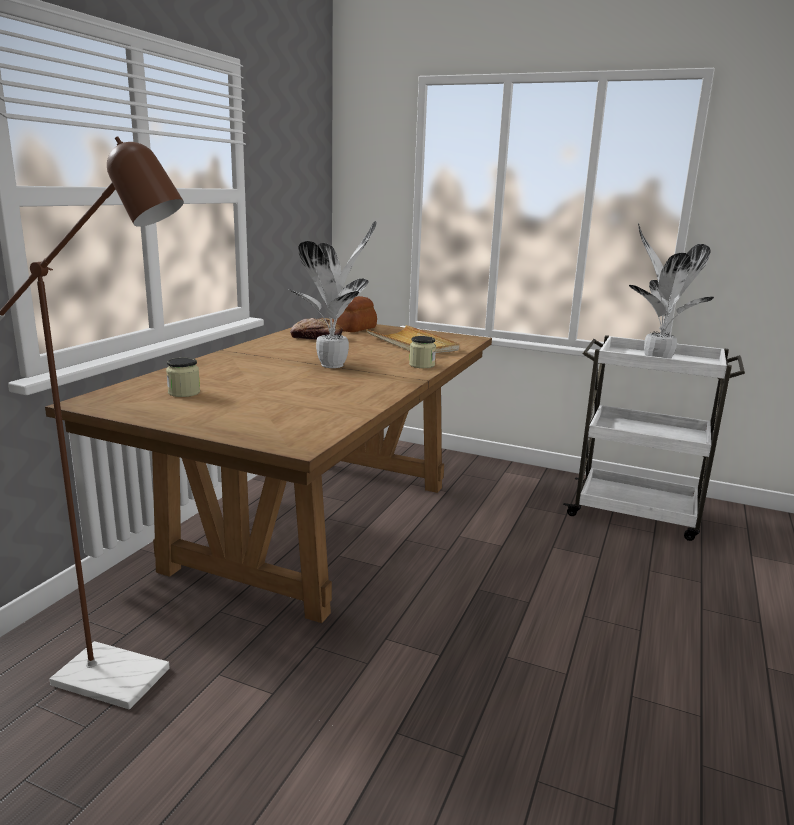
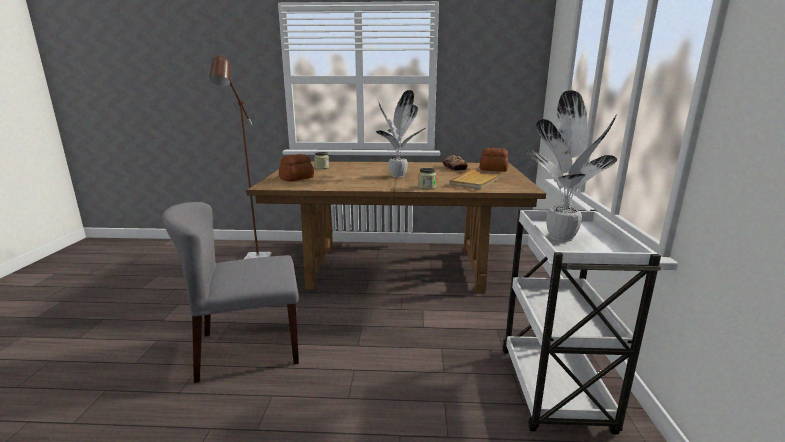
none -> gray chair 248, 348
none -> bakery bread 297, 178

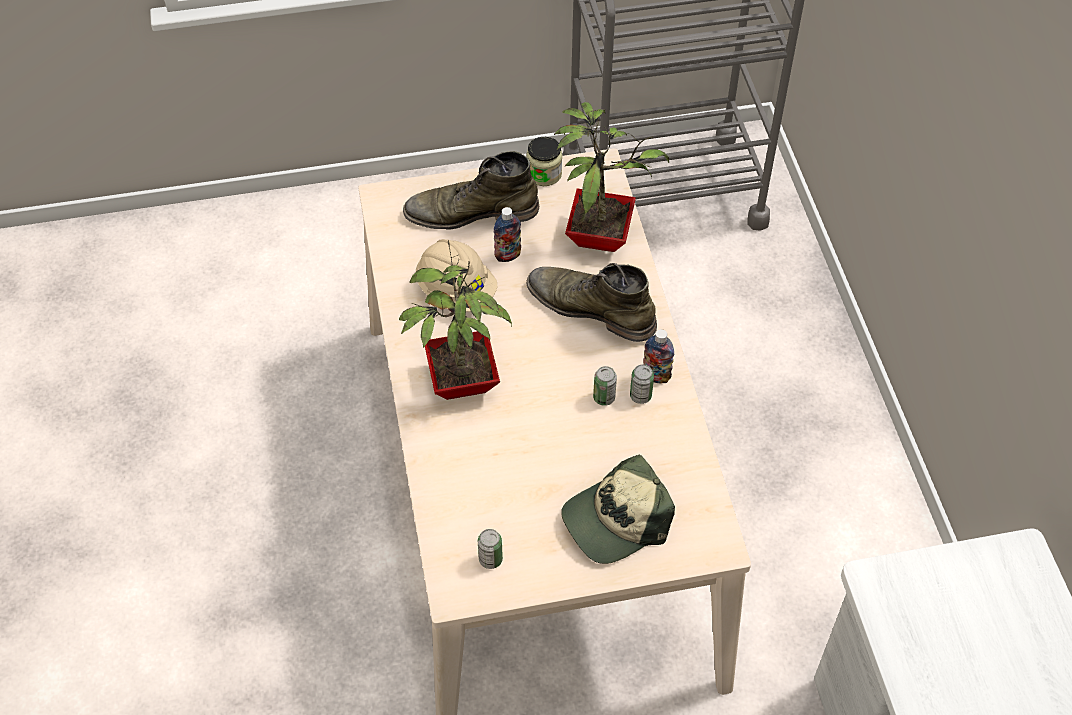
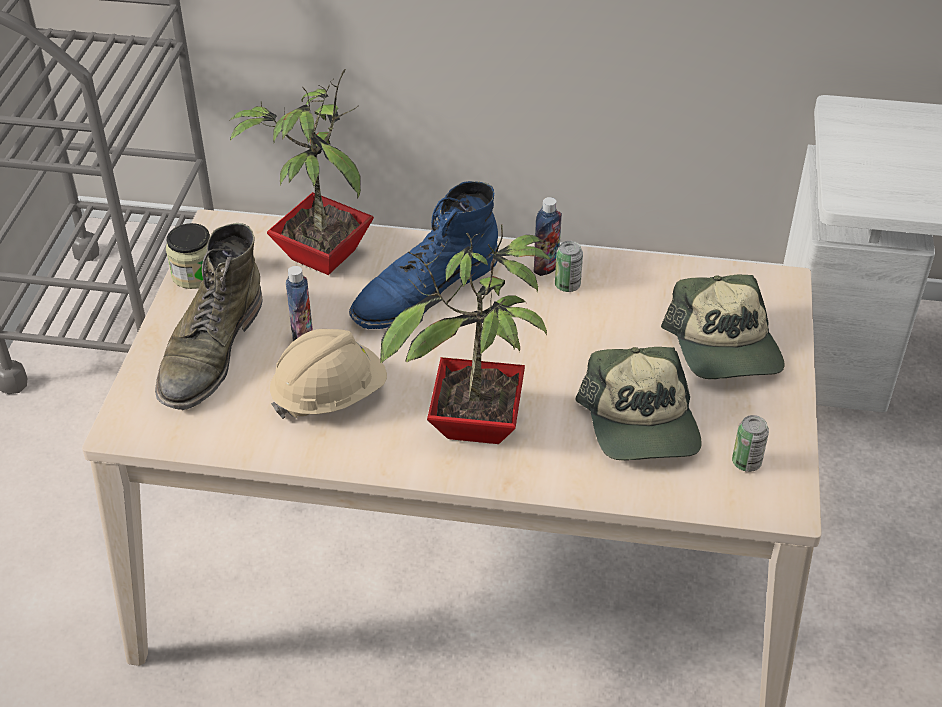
can 604, 398 -> none
none -> cap 641, 423
green-coloured boot 591, 308 -> blue boot 424, 290

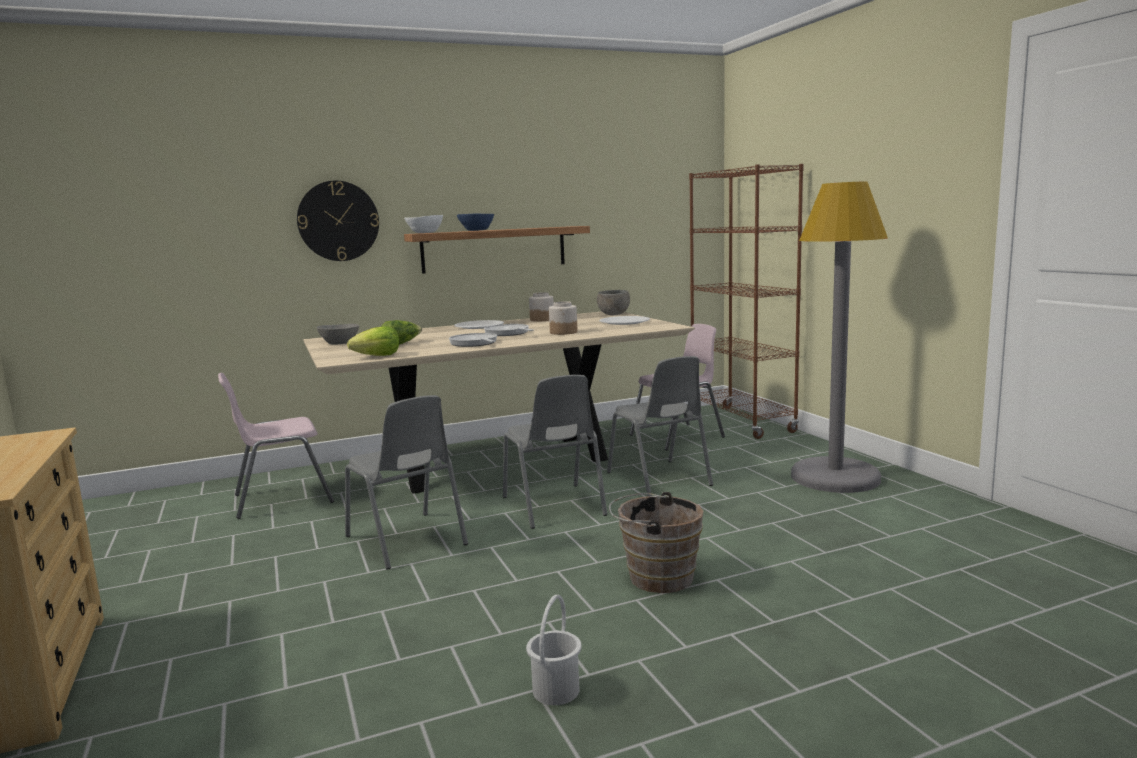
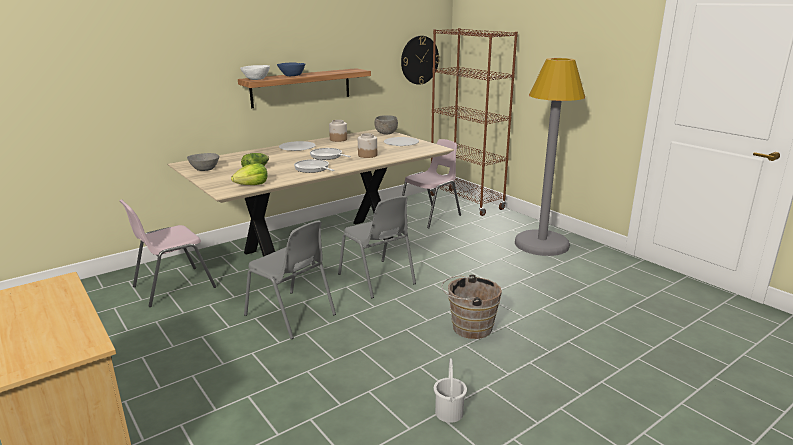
gray chair 659, 479 -> none
clock on the wall 338, 221 -> clock on the wall 419, 60, move

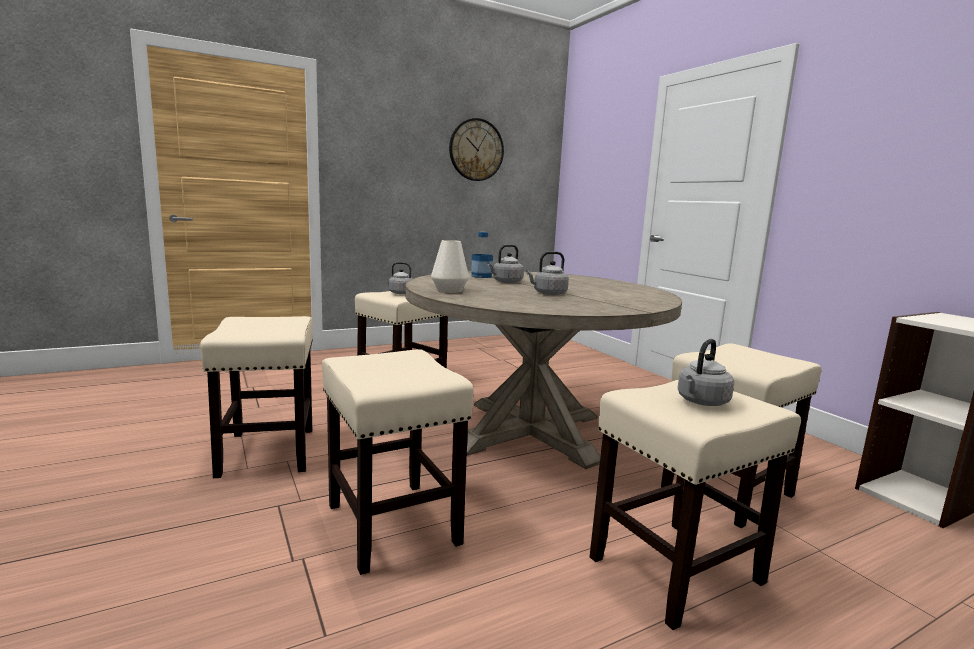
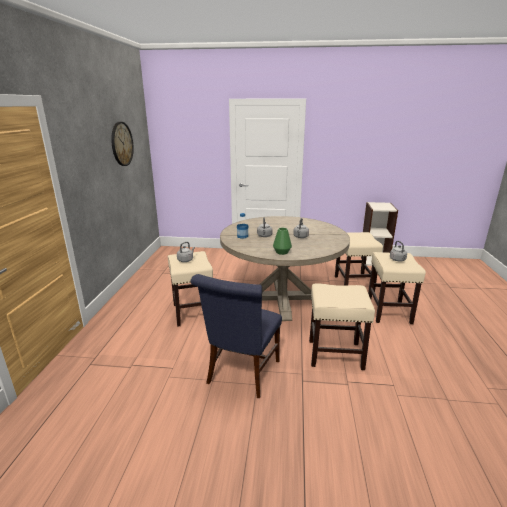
beige-coloured sitting stool 267, 451 -> blue chair 241, 374
white-coloured vase 449, 290 -> green-coloured vase 282, 252

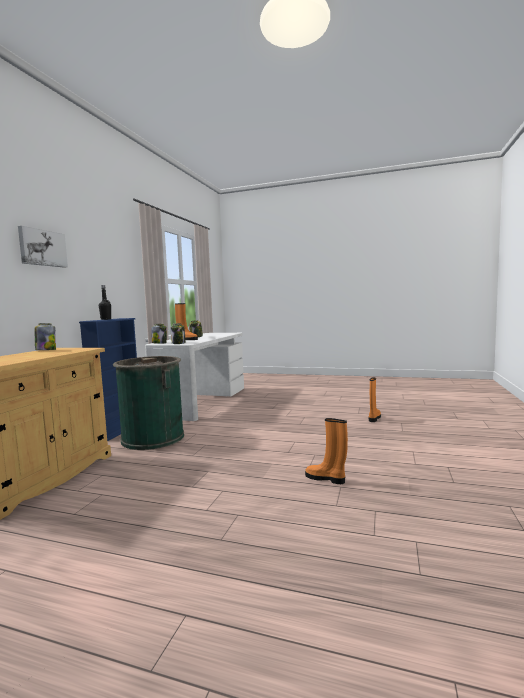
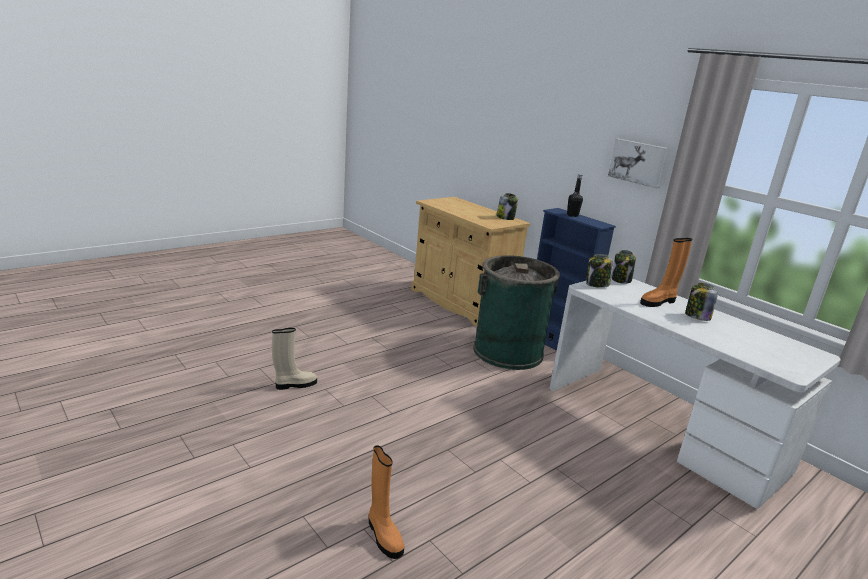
wall art 42, 248 -> wall art 638, 162, move
orangey boot 326, 478 -> beige-coloured boot 295, 384

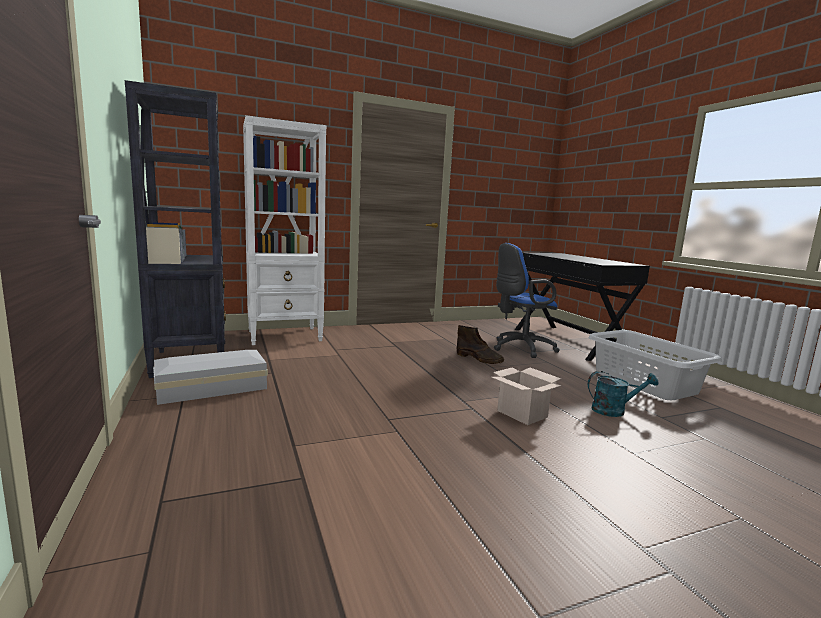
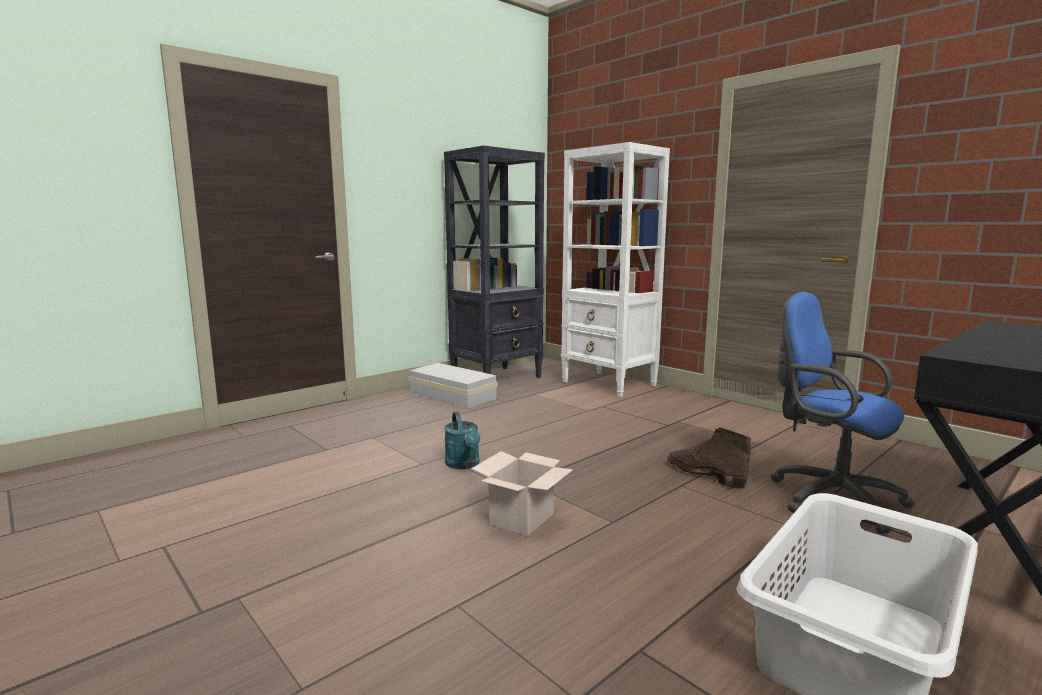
turquoise-coloured watering can 614, 410 -> turquoise-coloured watering can 464, 465, move
brown boot 479, 359 -> brown boot 704, 474, 120 degrees clockwise

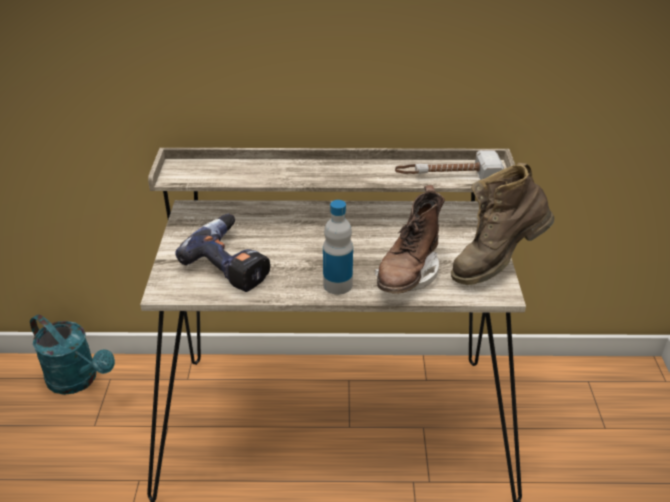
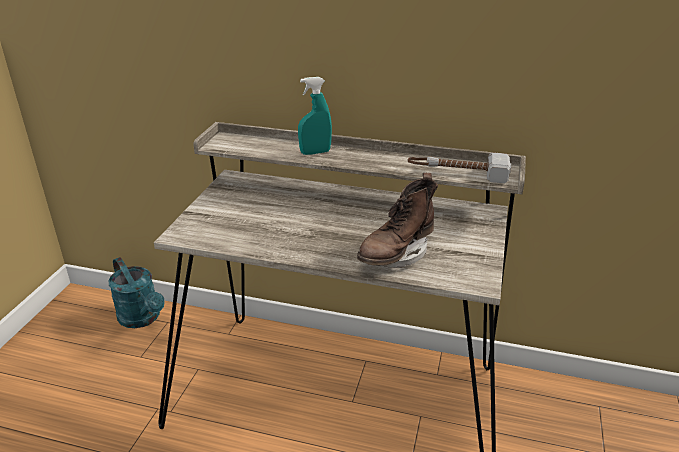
power drill 233, 262 -> none
beverage bottle 337, 285 -> none
brown boot 496, 263 -> none
none -> turquoise-coloured spray bottle 315, 152

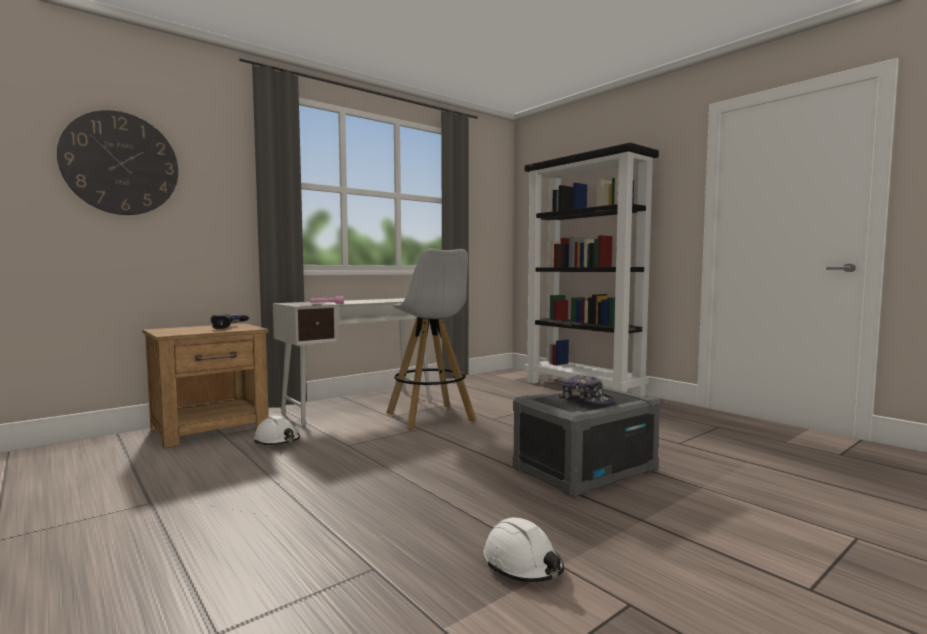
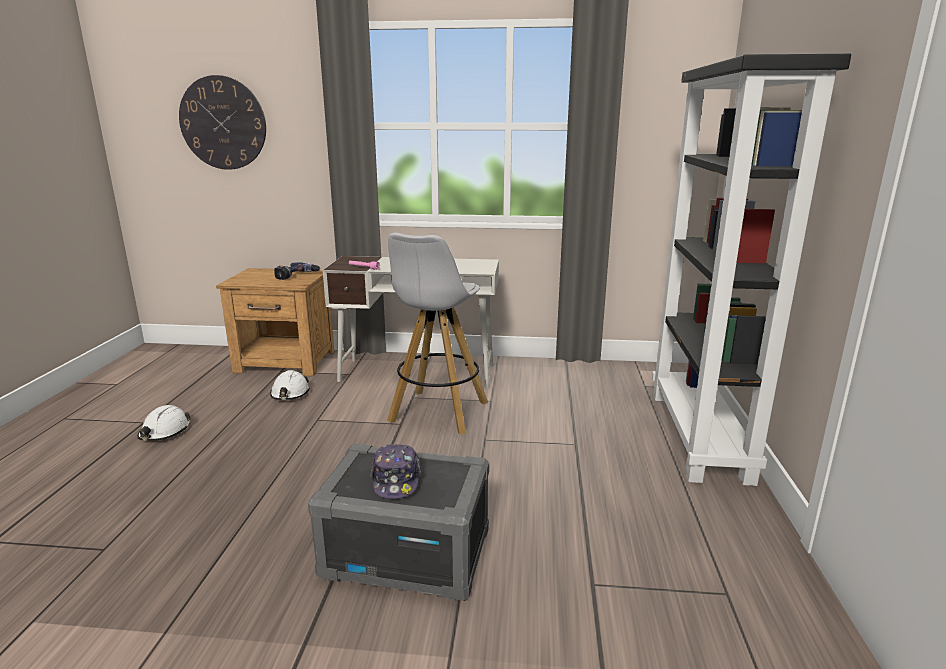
white-coloured work helmet 523, 565 -> white-coloured work helmet 164, 432, move

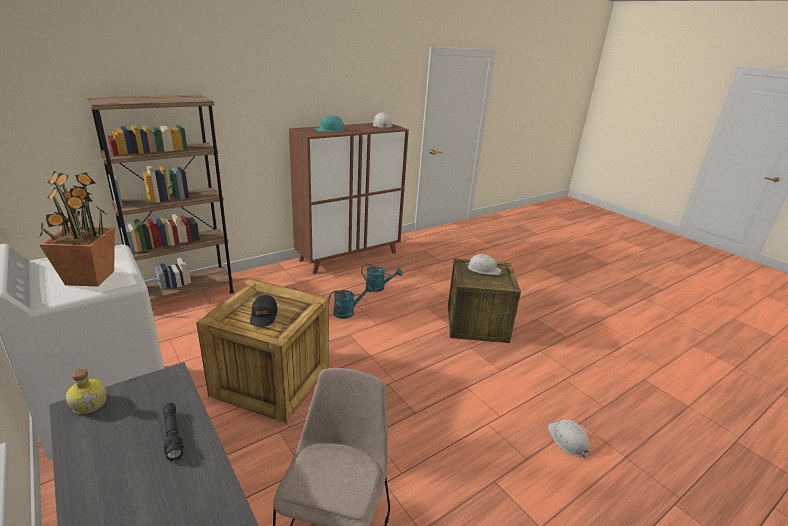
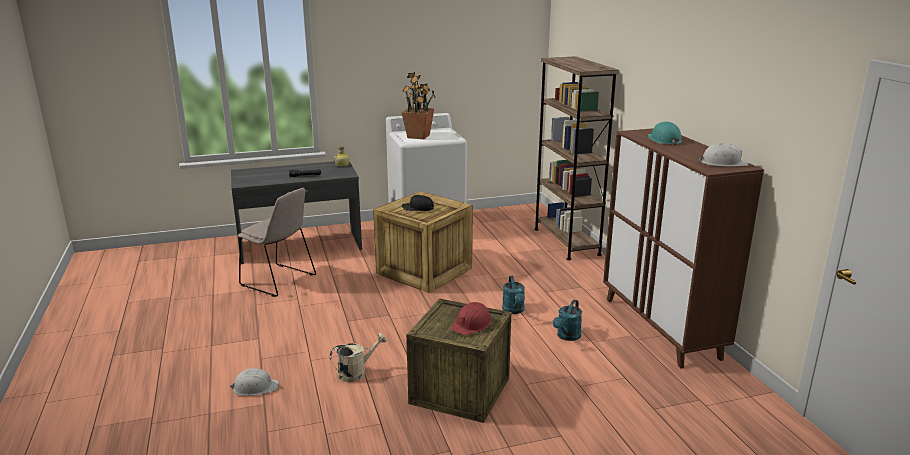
none -> beige-coloured watering can 356, 372
white-coloured work helmet 483, 269 -> red-coloured work helmet 472, 324

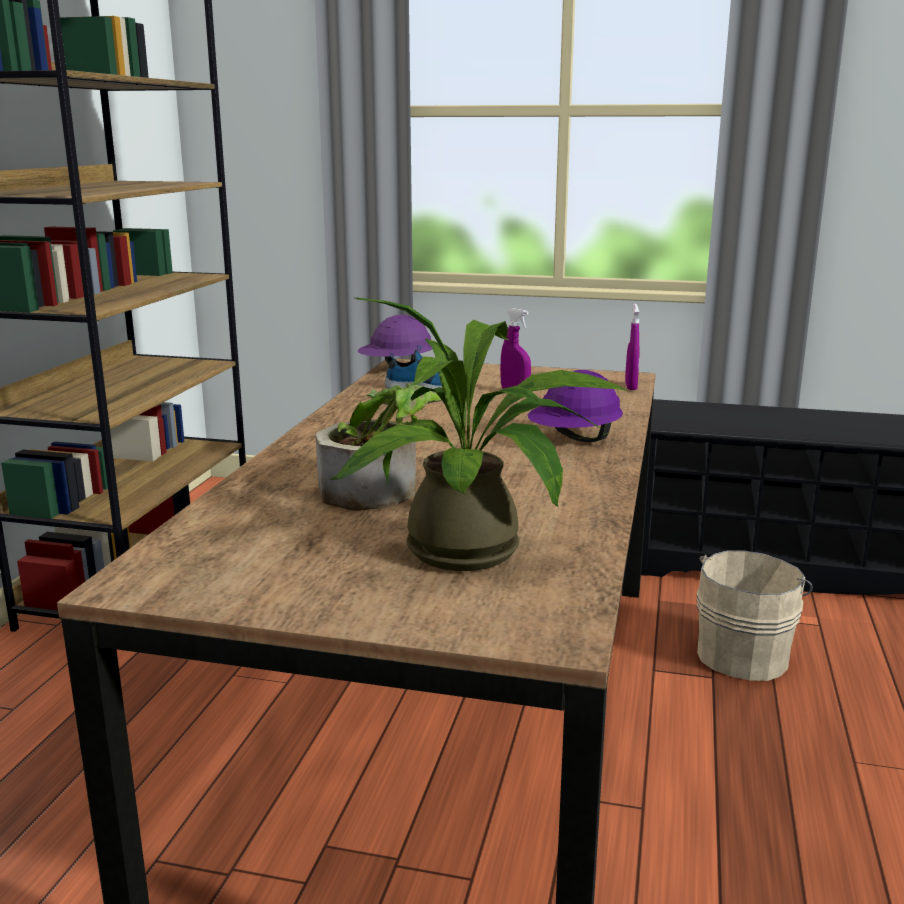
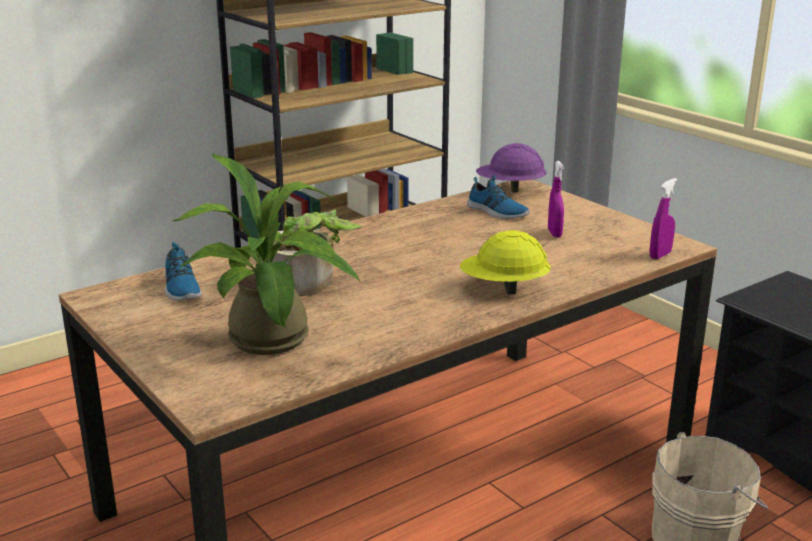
none -> shoe 180, 288
purplish work helmet 574, 440 -> yellow work helmet 504, 288

